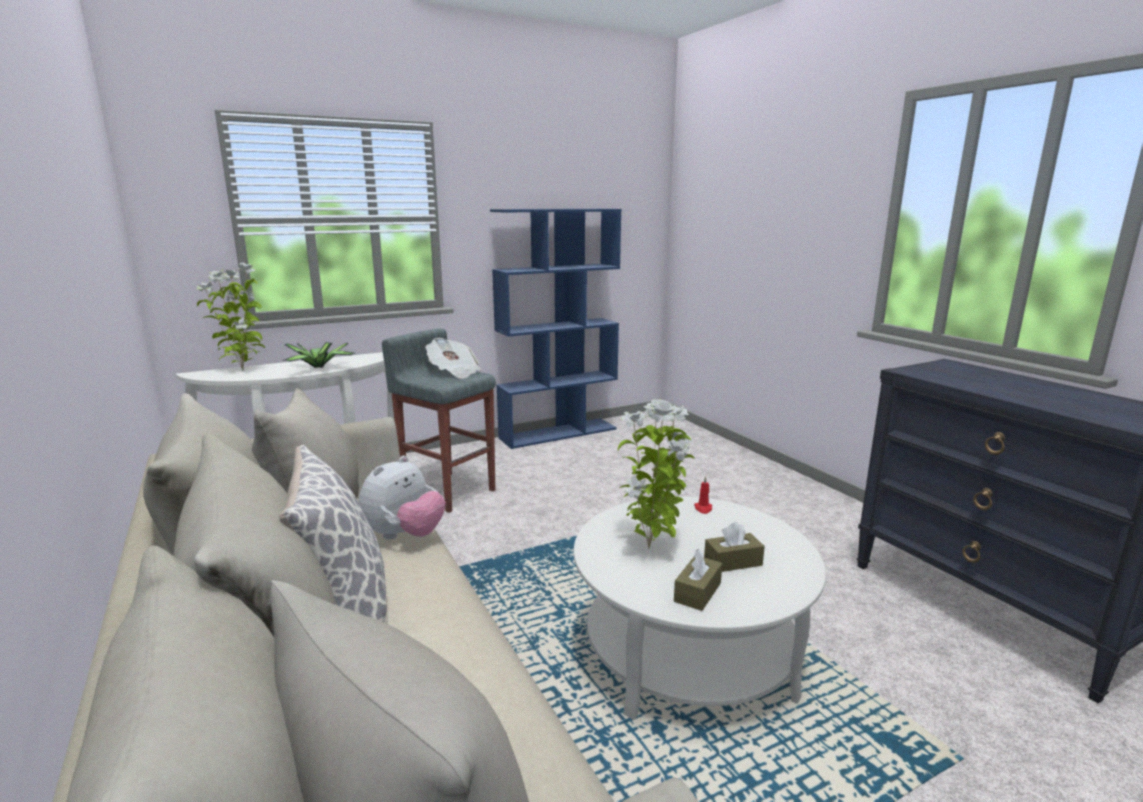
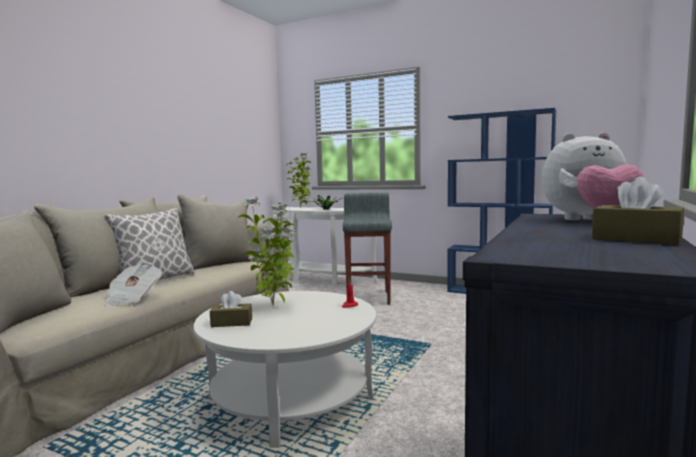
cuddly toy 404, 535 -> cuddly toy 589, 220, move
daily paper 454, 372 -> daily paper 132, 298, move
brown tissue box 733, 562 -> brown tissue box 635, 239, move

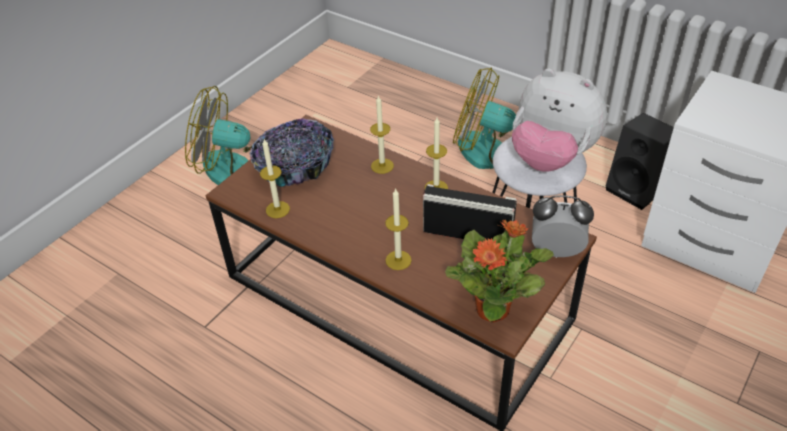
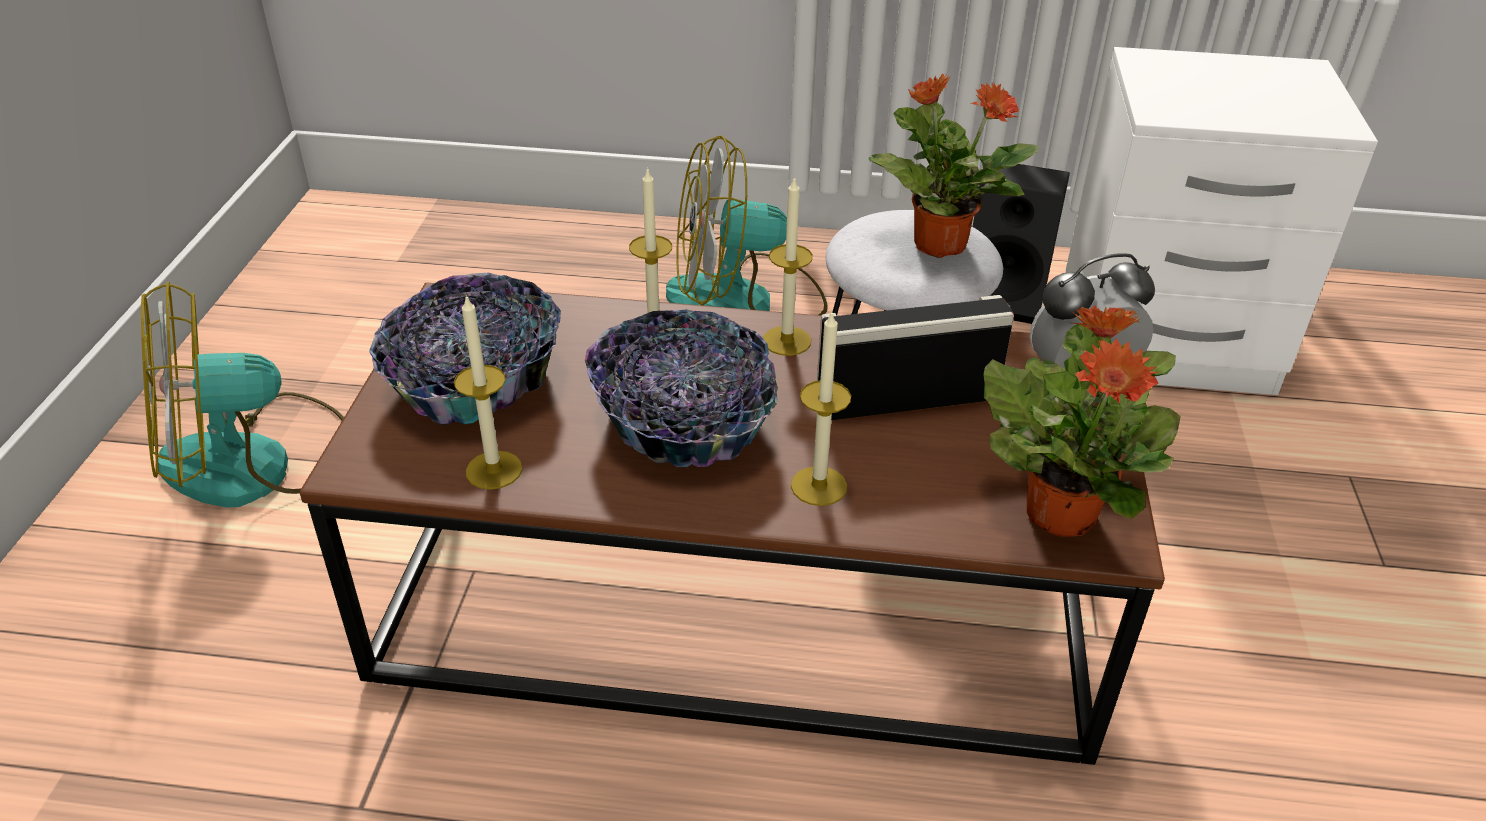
none -> bowl 683, 421
cuddly toy 551, 158 -> potted plant 938, 244

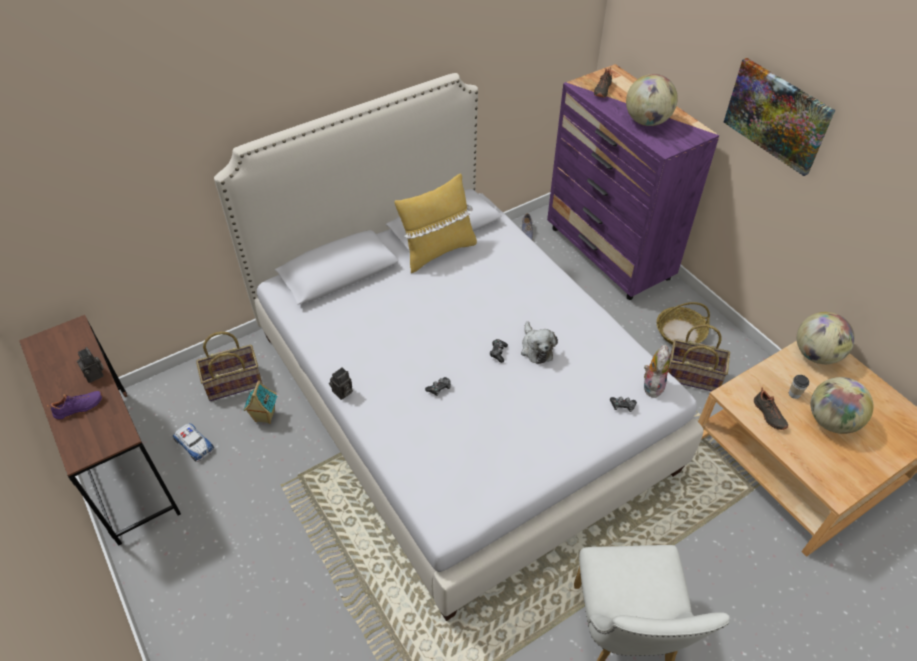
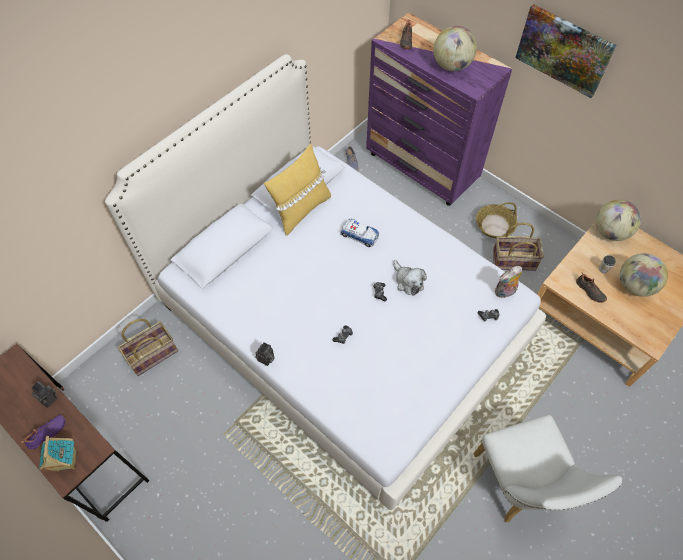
model car 194, 444 -> model car 359, 235, move
toy house 264, 417 -> toy house 66, 462, move
cuddly toy 652, 385 -> cuddly toy 505, 292, 120 degrees counterclockwise

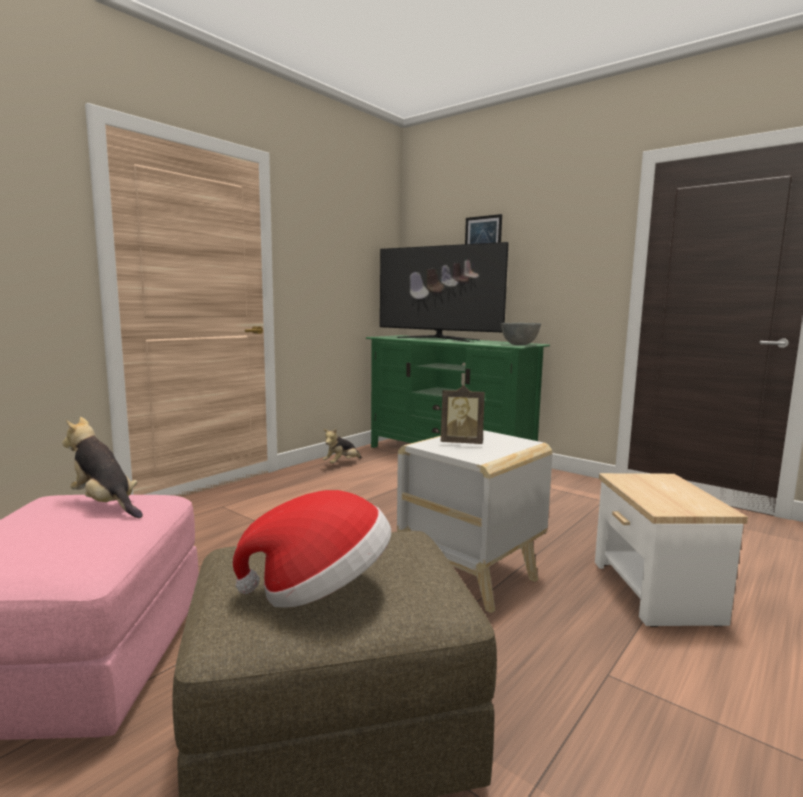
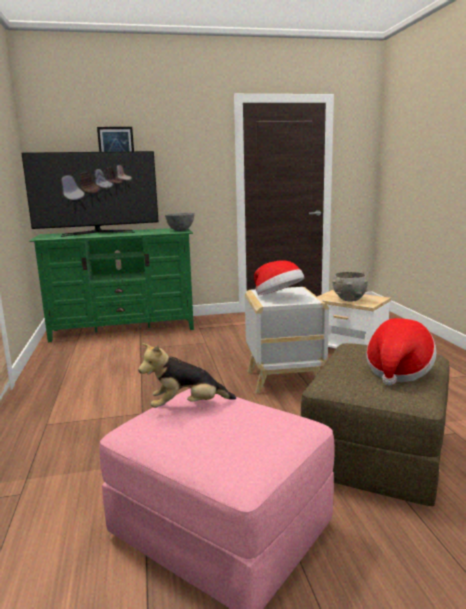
cuddly toy 341, 463 -> none
none -> gray bowl 349, 300
picture frame 461, 443 -> clothing hat 278, 297

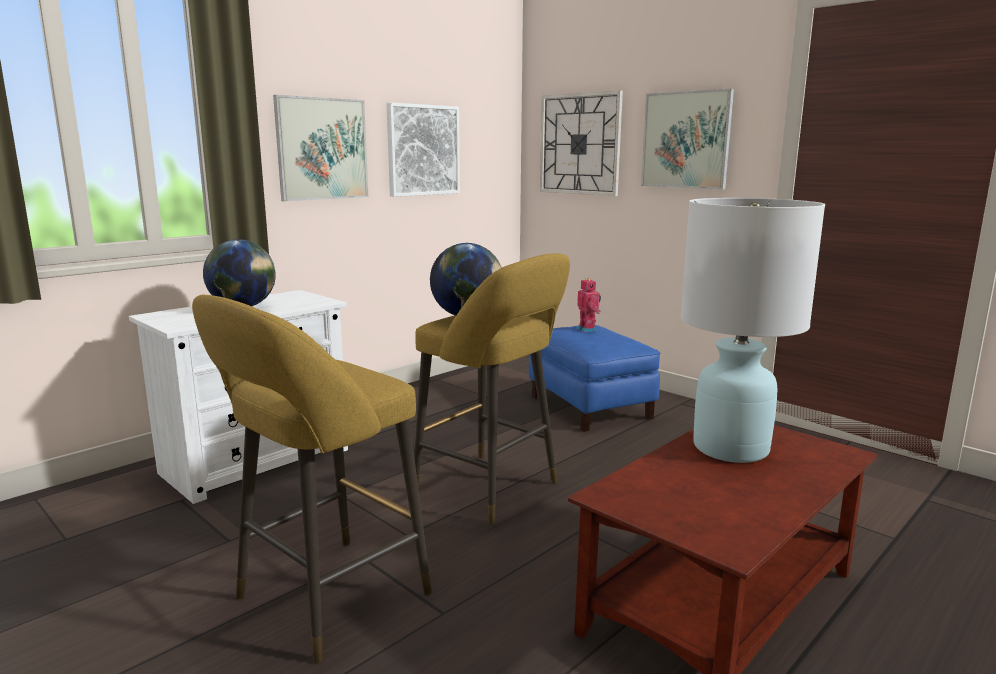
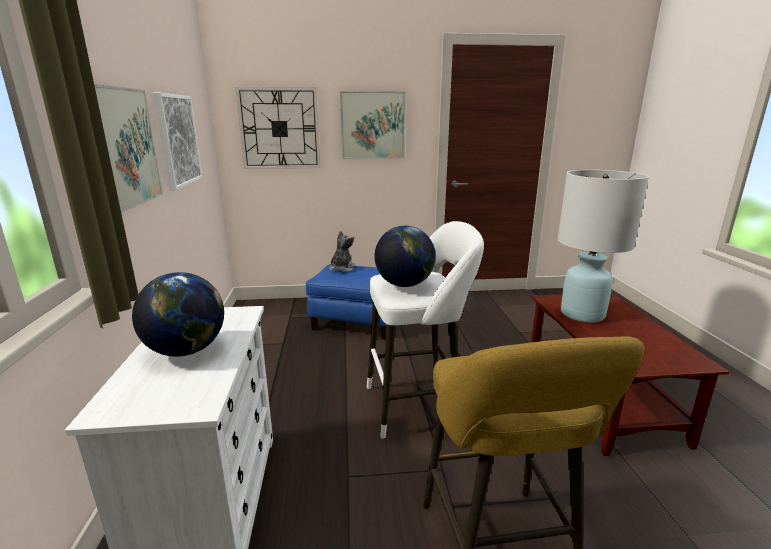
toy robot 588, 329 -> cuddly toy 341, 269
yellow sitting stool 492, 489 -> white-coloured sitting stool 418, 405

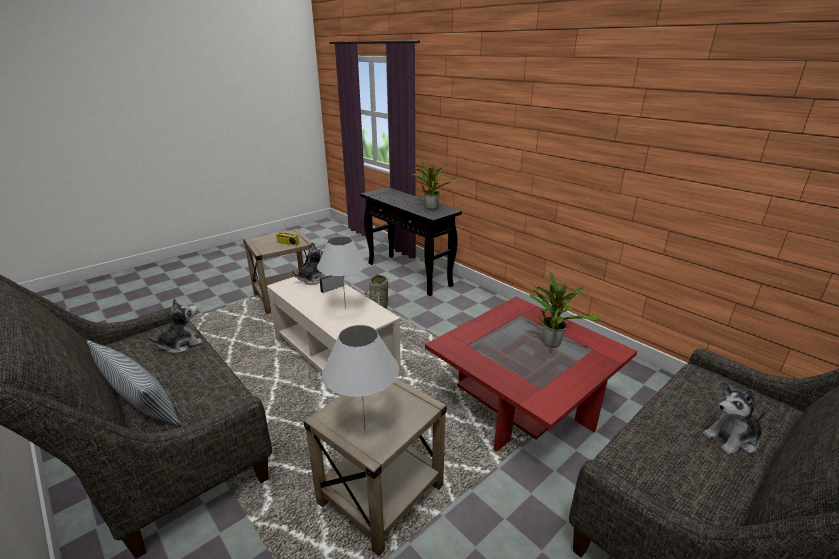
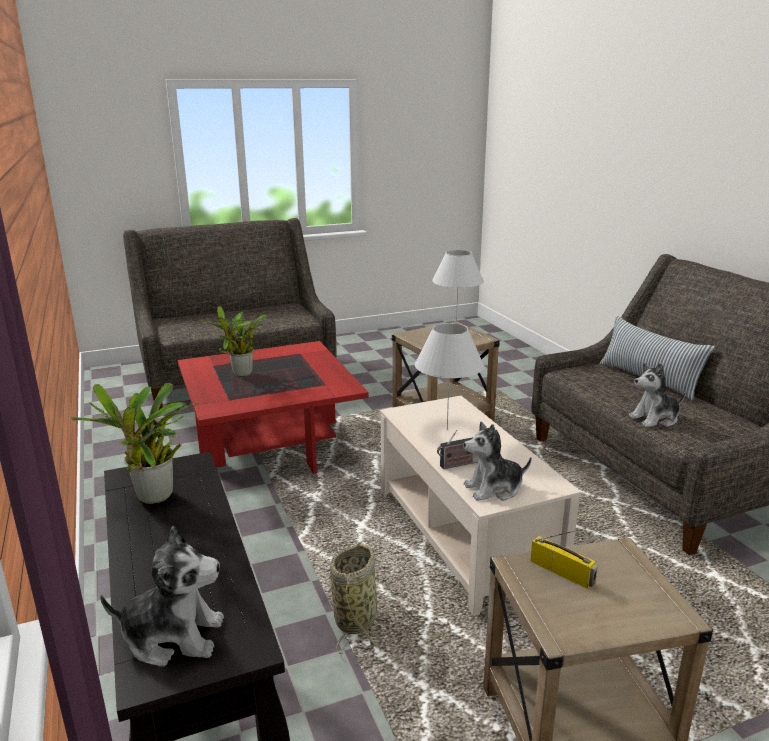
cuddly toy 732, 438 -> cuddly toy 173, 636, move

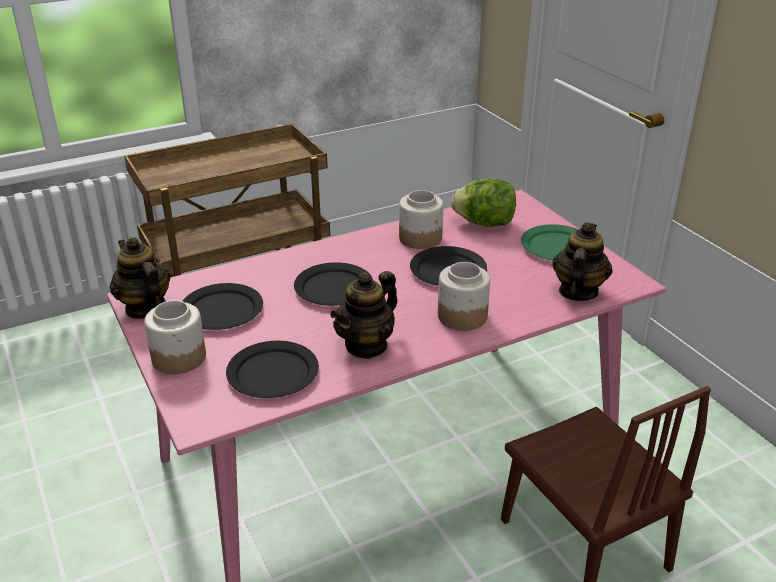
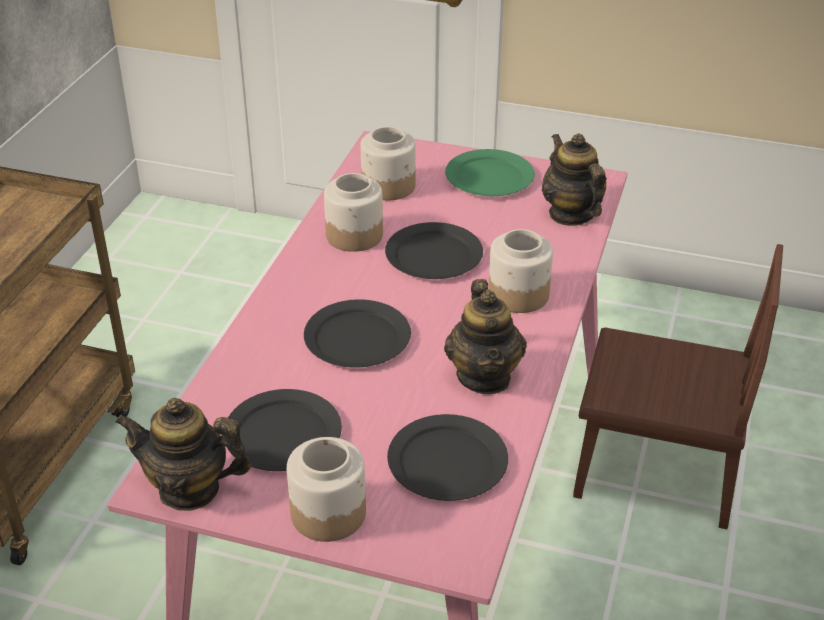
lettuce head 484, 223 -> jar 389, 186

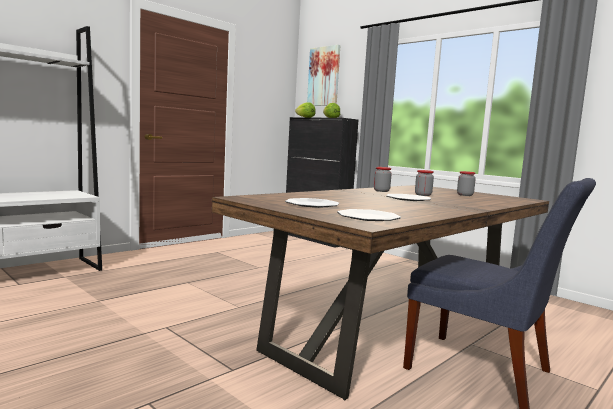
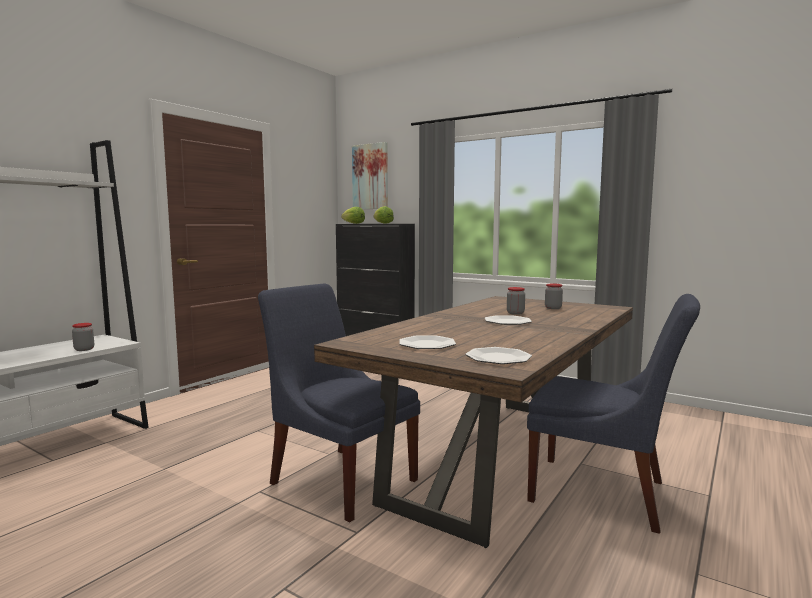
none -> blue chair 340, 479
jar 381, 191 -> jar 84, 349, move

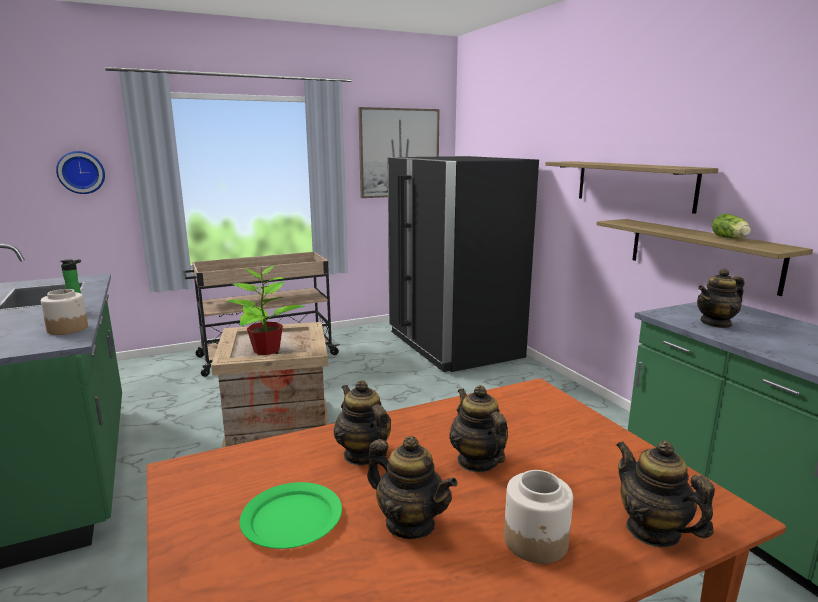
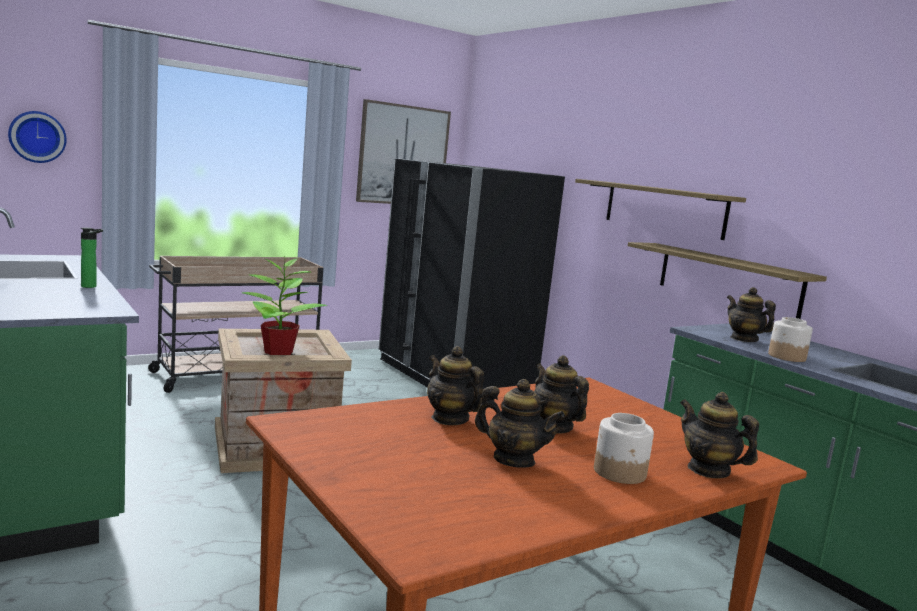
green-coloured dinner plate 293, 518 -> none
lettuce head 730, 238 -> none
jar 68, 329 -> jar 786, 357, move
tea pot 716, 323 -> tea pot 744, 339, 90 degrees clockwise

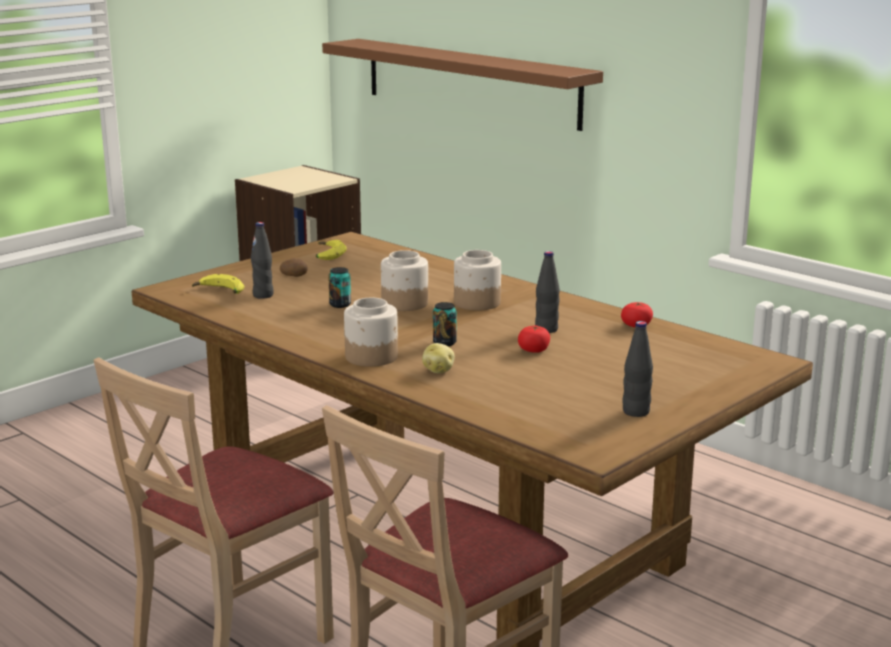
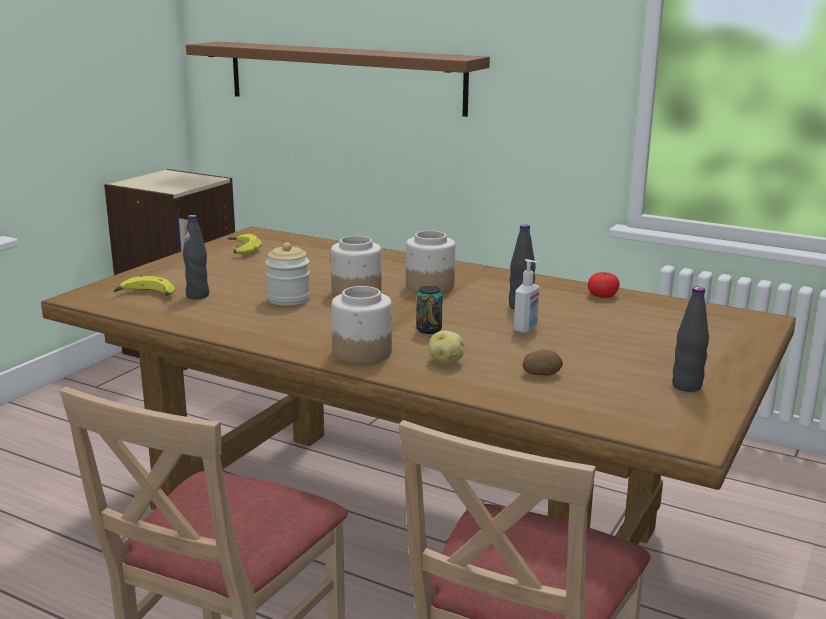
spud 294, 275 -> spud 541, 373, move
can 340, 305 -> jar 289, 299
fresh tomato 534, 350 -> liquid soap bottle 526, 329

